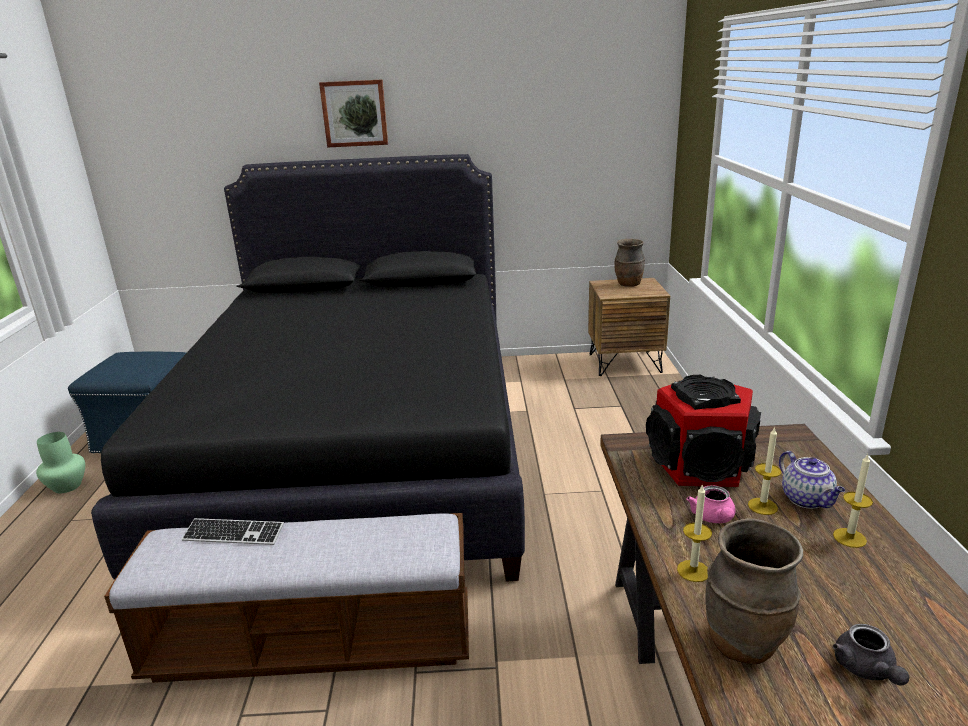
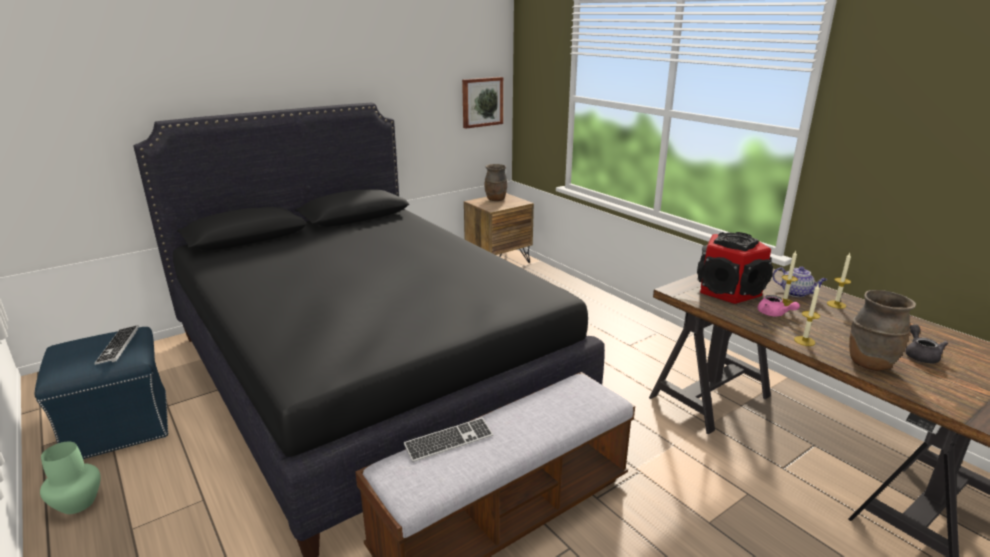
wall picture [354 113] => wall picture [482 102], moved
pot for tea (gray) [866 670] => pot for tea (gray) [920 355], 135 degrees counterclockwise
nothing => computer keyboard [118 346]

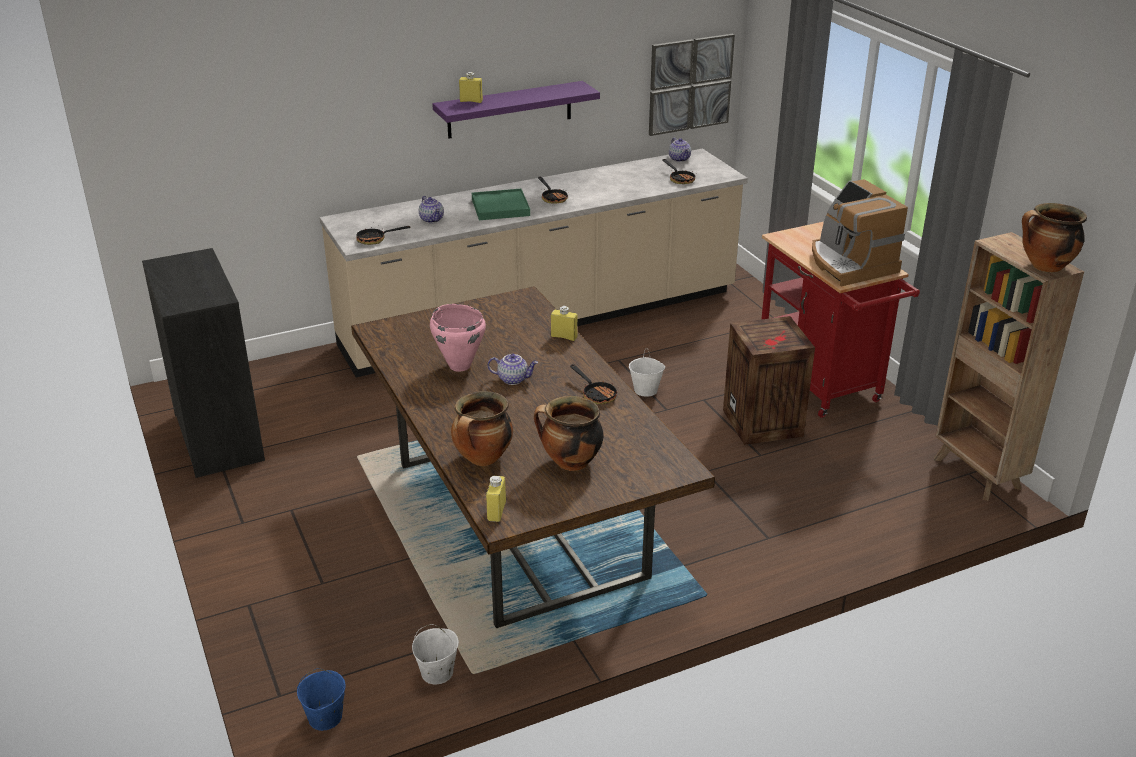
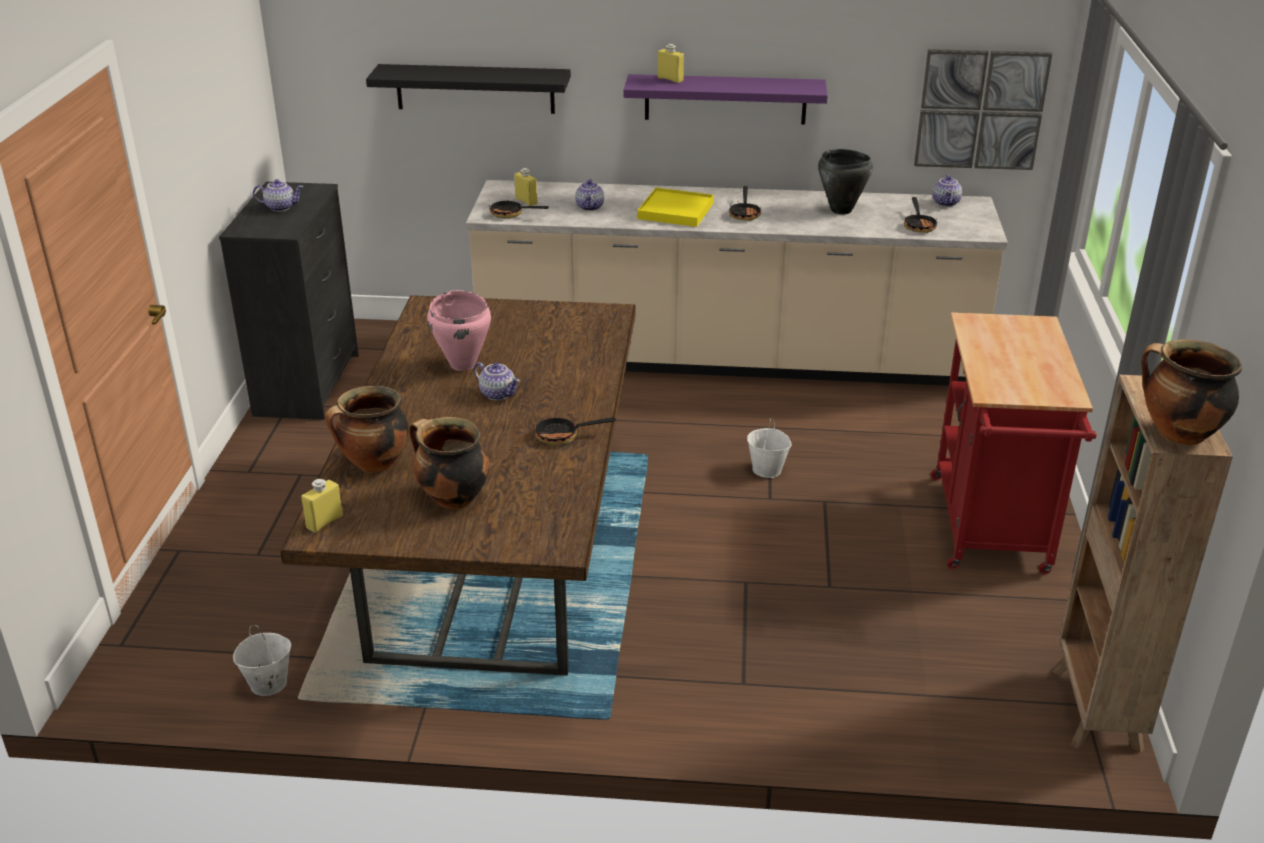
water bucket (blue) [325 718] => nothing
serving tray (greenish) [500 207] => serving tray (yellow) [676 211]
bottle (yellow) [564 337] => bottle (yellow) [526 201], moved
pan [596 394] => pan [563 436], 90 degrees clockwise
packing crate [764 423] => nothing
coffee maker [849 264] => nothing
nothing => pot for tea [281 207]
nothing => wall shelf (blackish) [475 88]
nothing => saucepot (blackish) [841 210]

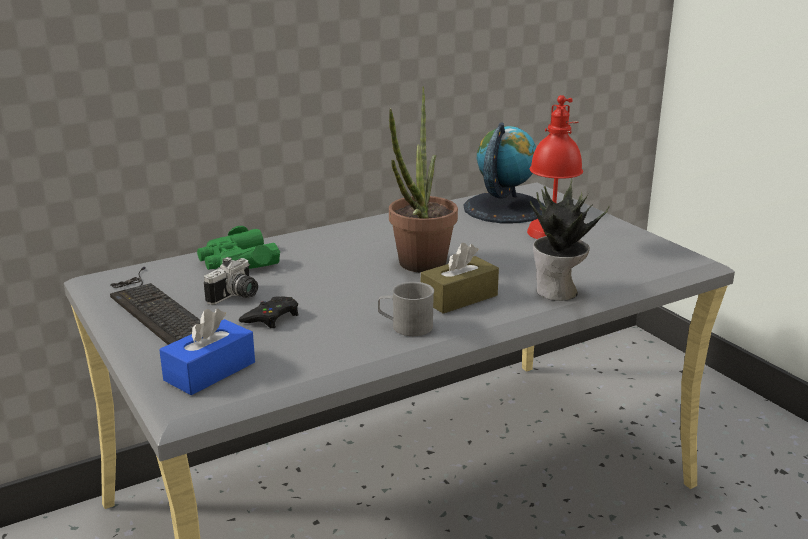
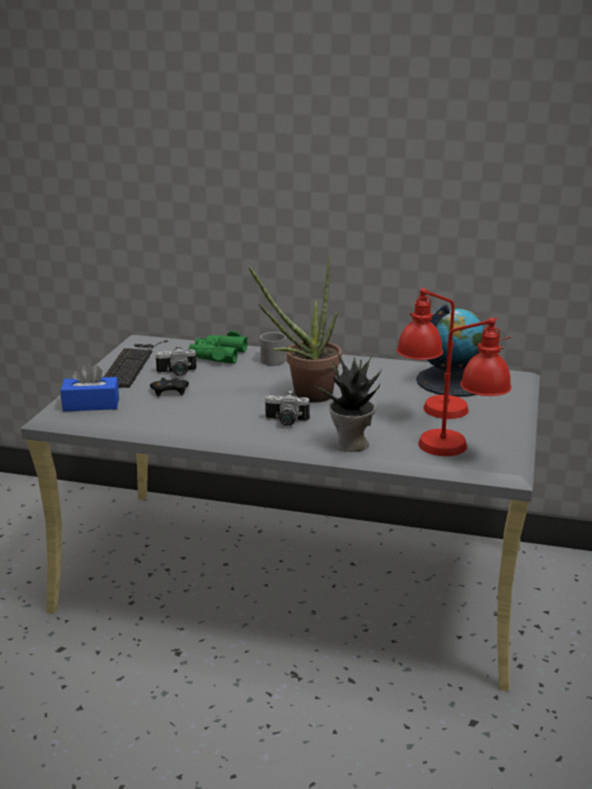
tea mug (gray) [405 326] => tea mug (gray) [270 359], moved
box of tissues (brown-coloured) [459 298] => still camera [285 422]
nothing => table lamp (red-coloured) [461 451]

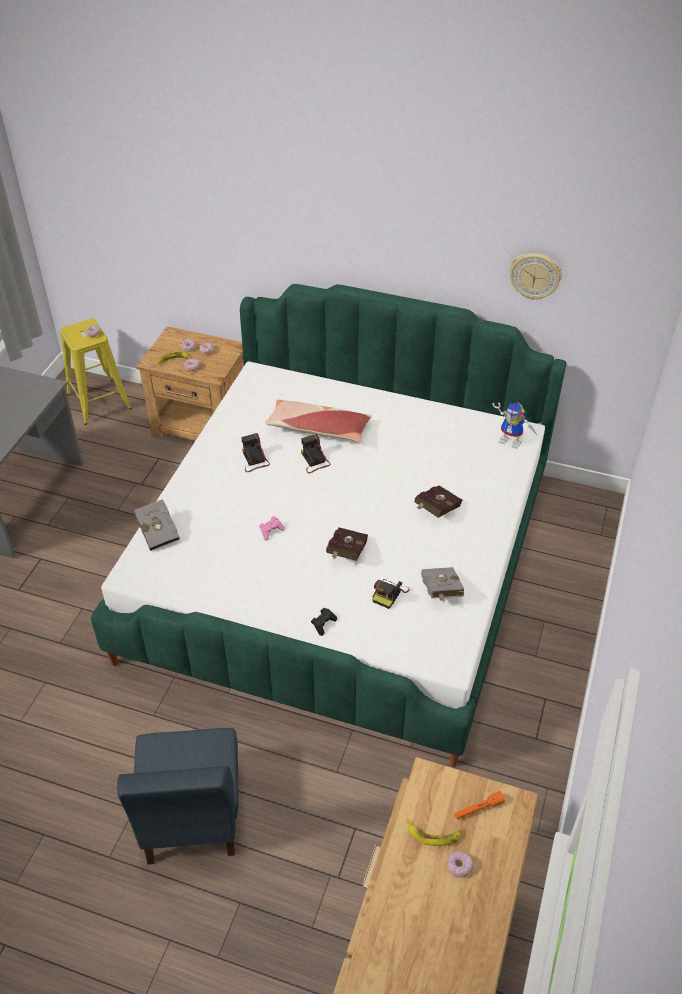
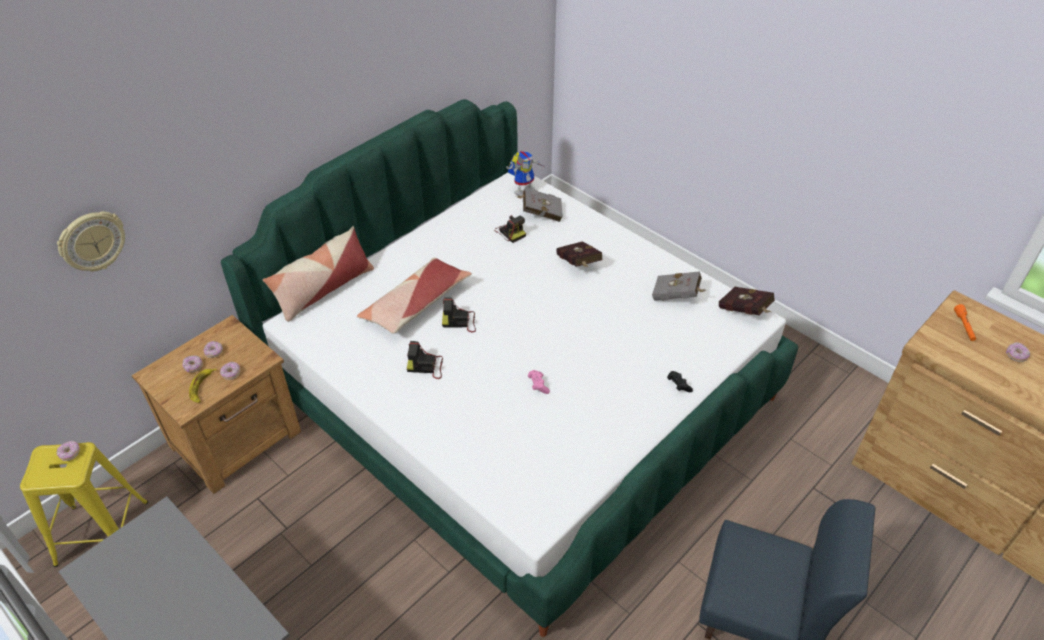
volume (gray) [158 531] => volume (gray) [540 213], moved
volume (red-coloured) [346 553] => volume (red-coloured) [745 311], moved
still camera [389 594] => still camera [510 232], moved
whole banana [434 834] => nothing
clock on the wall [535 275] => clock on the wall [92 241], moved
nothing => throw pillow [323 289]

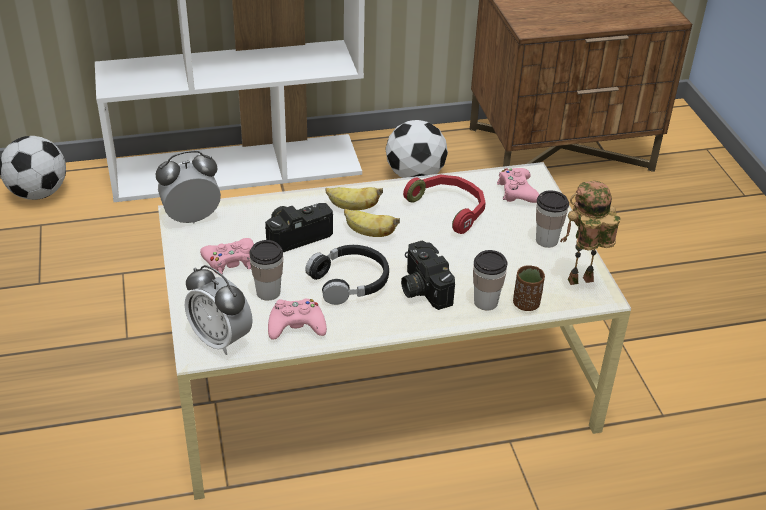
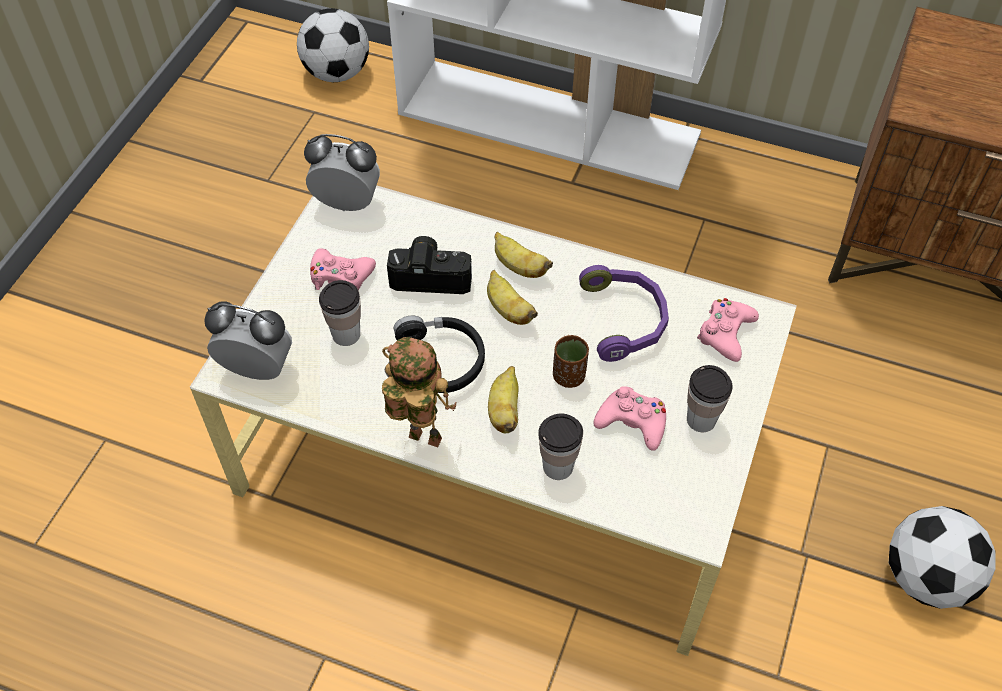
alarm clock [221 340] => alarm clock [257 369], 120 degrees clockwise
gamepad (pink) [296 326] => gamepad (pink) [632 422], moved
football ball [415 175] => football ball [926 577], moved
still camera [421 288] => whole banana [504 411]
pair of headphones (red-coloured) [450 208] => pair of headphones (purple) [625 319]
drinking cup (brown-coloured) [526 304] => drinking cup (brown-coloured) [569 376], moved
robot figure [579 283] => robot figure [421 440], moved

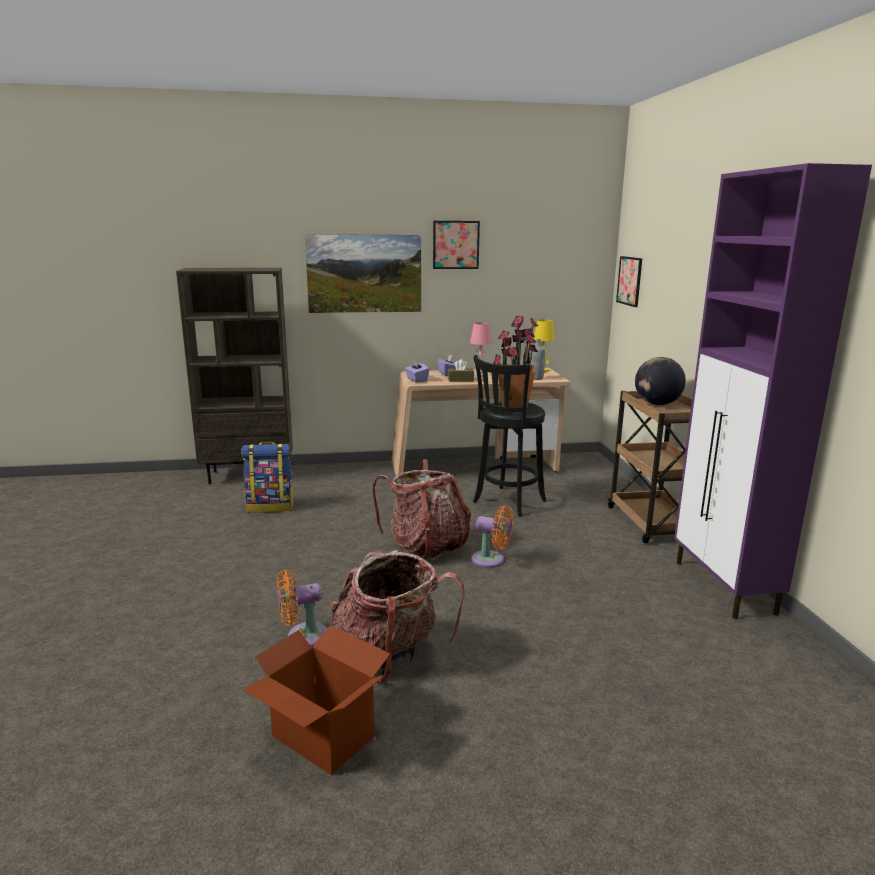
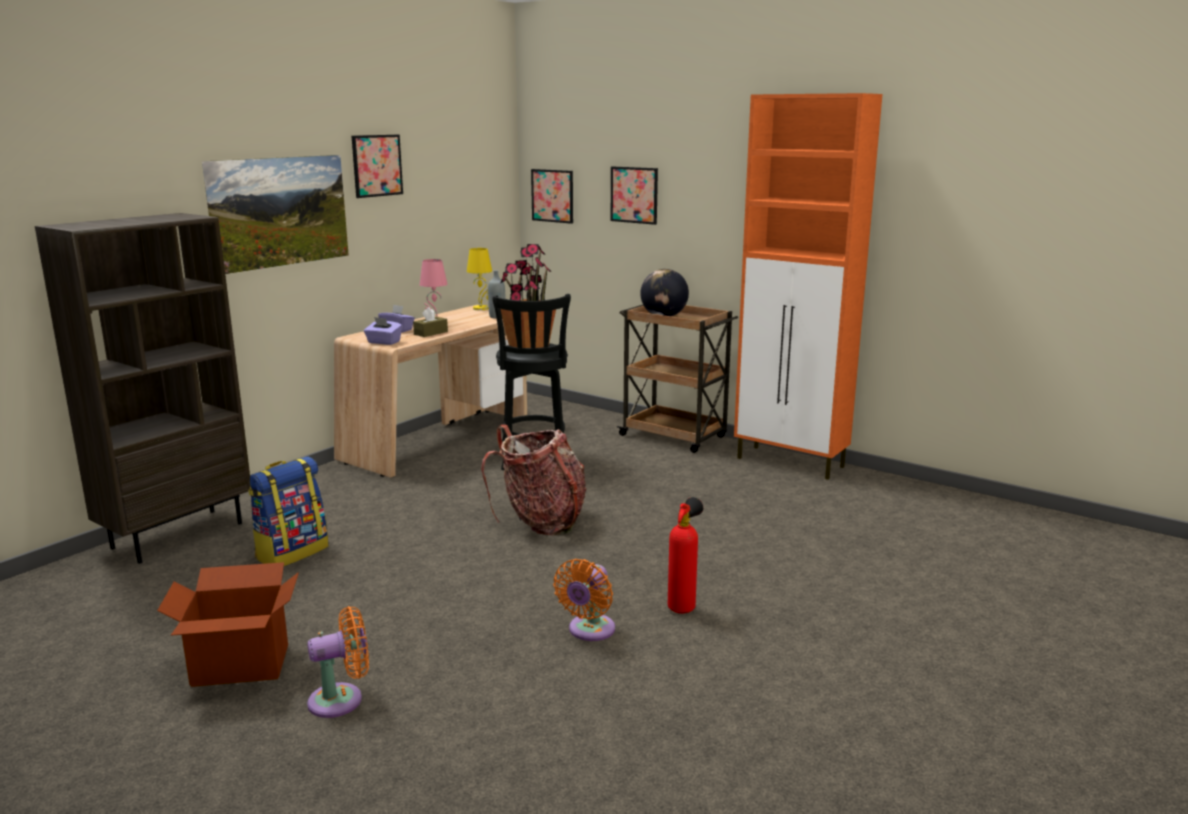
cardboard box [322 738] => cardboard box [240 666], moved
knapsack [390 656] => fire-fighting cylinder [683 606]
cooling fan (orangey) [491 560] => cooling fan (orangey) [341 699], moved
cupboard (purple) [724 588] => cupboard (orangey) [791 463]
nothing => wall picture [634 195]

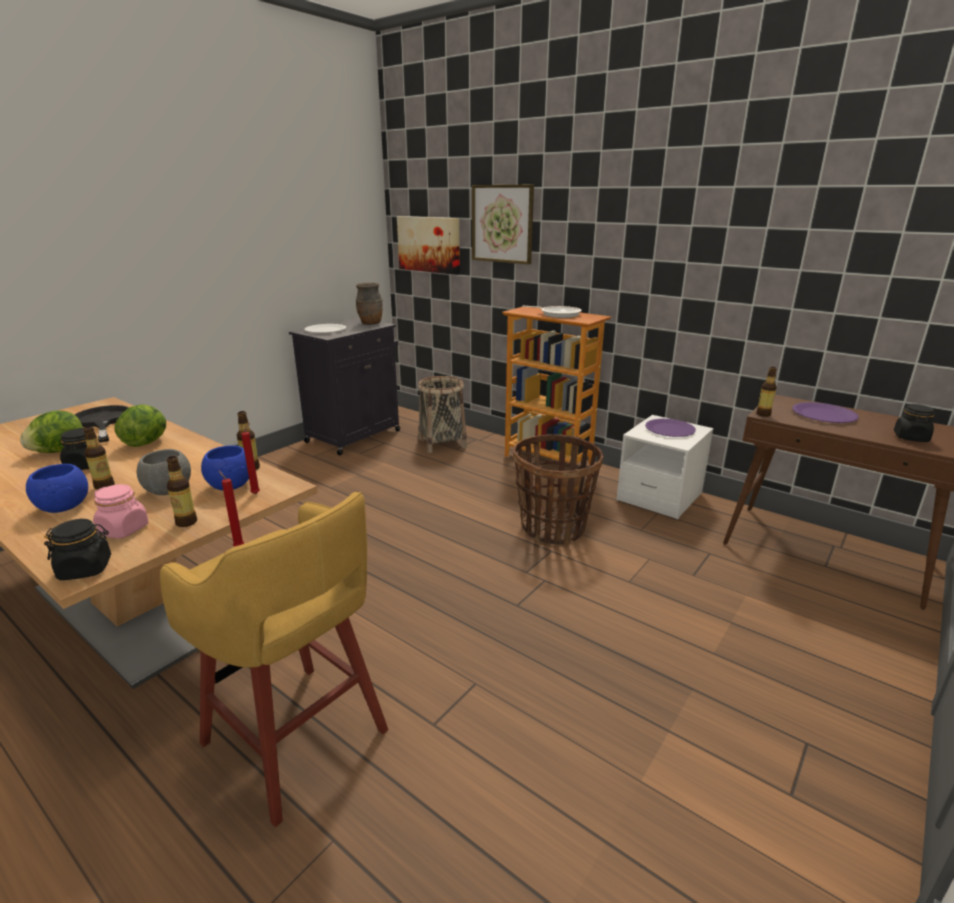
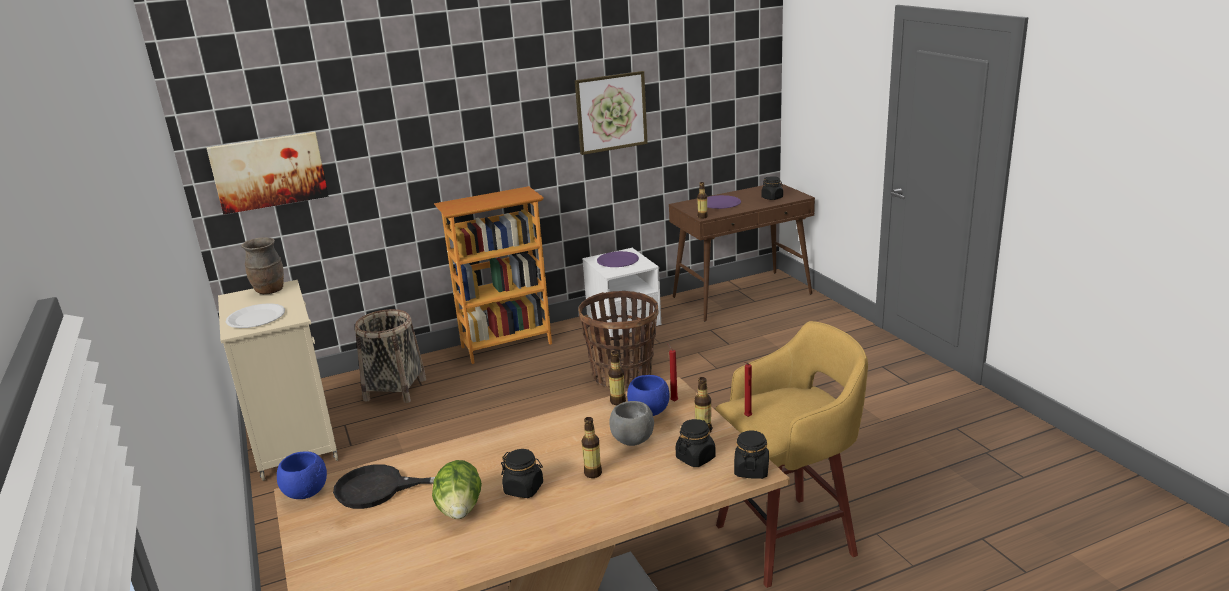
serving bowl (blue) [64 507] => serving bowl (blue) [305 492], moved
storage jar (pink) [124 530] => storage jar (blackish) [695 458]
lettuce [147 442] => nothing
cupboard (blackish) [355 436] => cupboard (beige-coloured) [294 441]
wall picture [502 224] => wall picture [611 112], moved
pan [558 314] => nothing

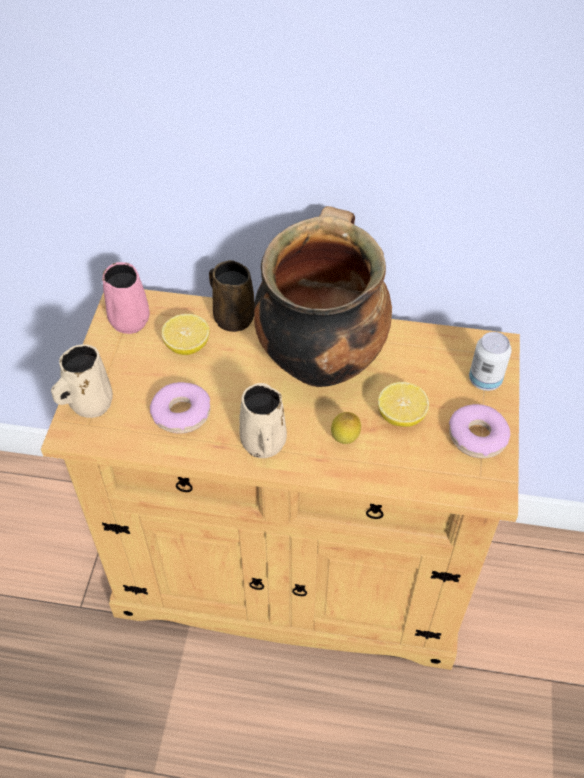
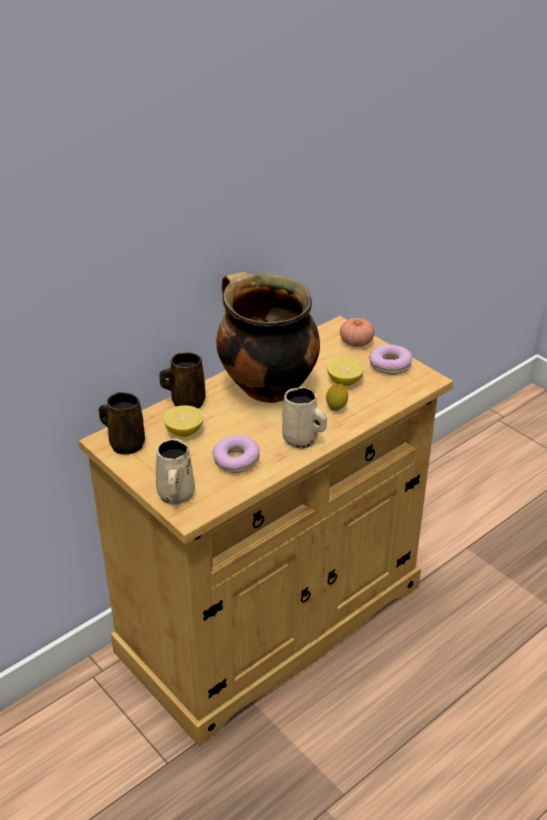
tea mug (pink) [129 318] => tea mug (brown-coloured) [125 444]
sealed can [485 380] => whole tomato [356 342]

